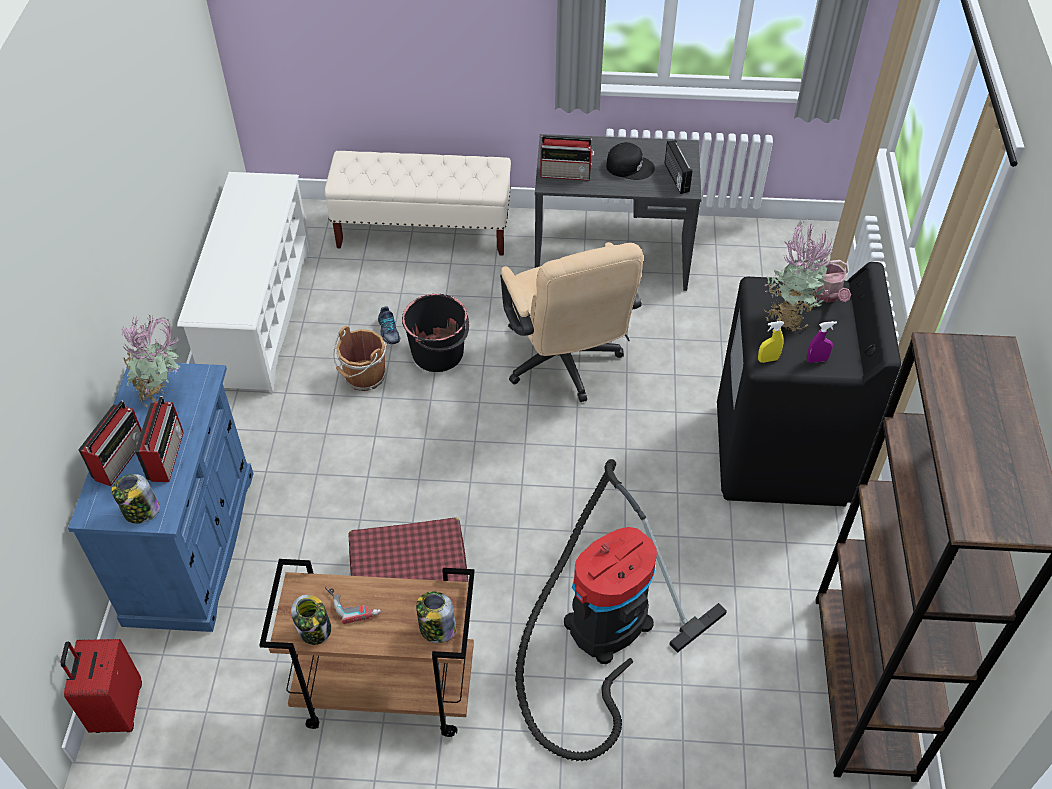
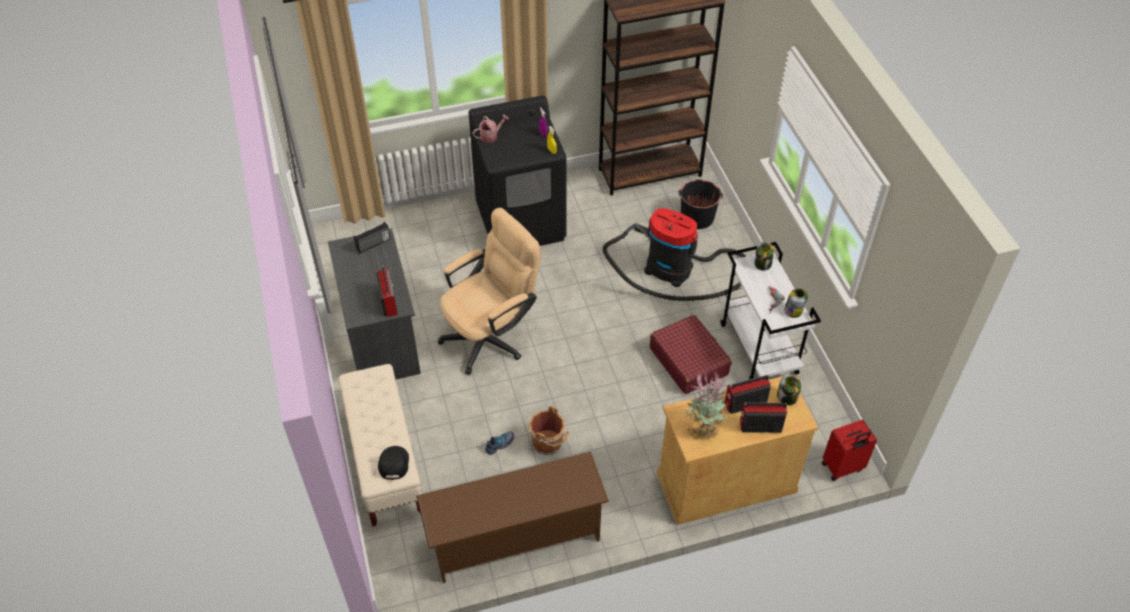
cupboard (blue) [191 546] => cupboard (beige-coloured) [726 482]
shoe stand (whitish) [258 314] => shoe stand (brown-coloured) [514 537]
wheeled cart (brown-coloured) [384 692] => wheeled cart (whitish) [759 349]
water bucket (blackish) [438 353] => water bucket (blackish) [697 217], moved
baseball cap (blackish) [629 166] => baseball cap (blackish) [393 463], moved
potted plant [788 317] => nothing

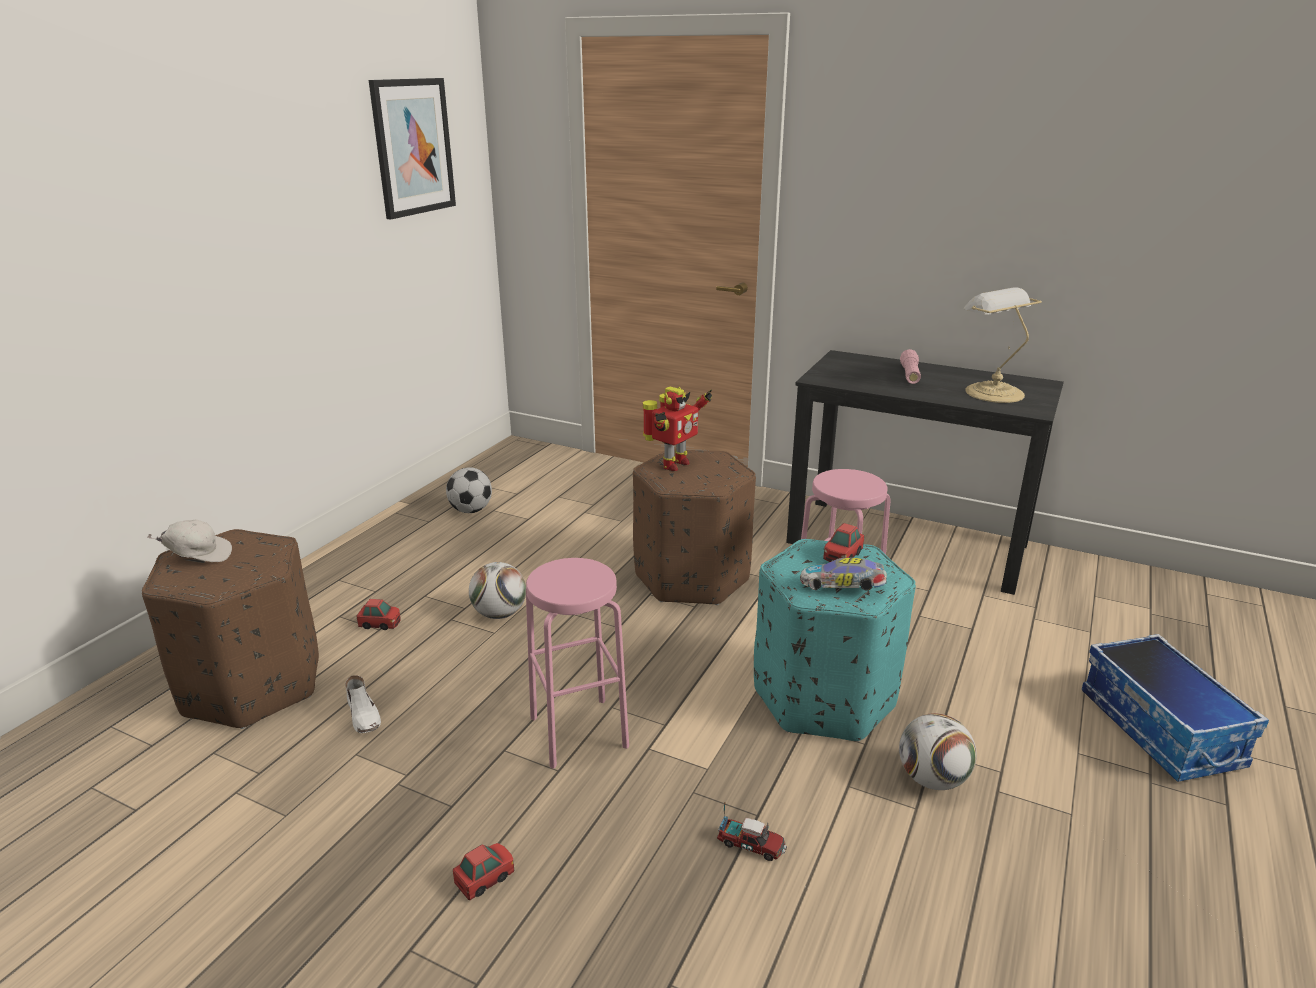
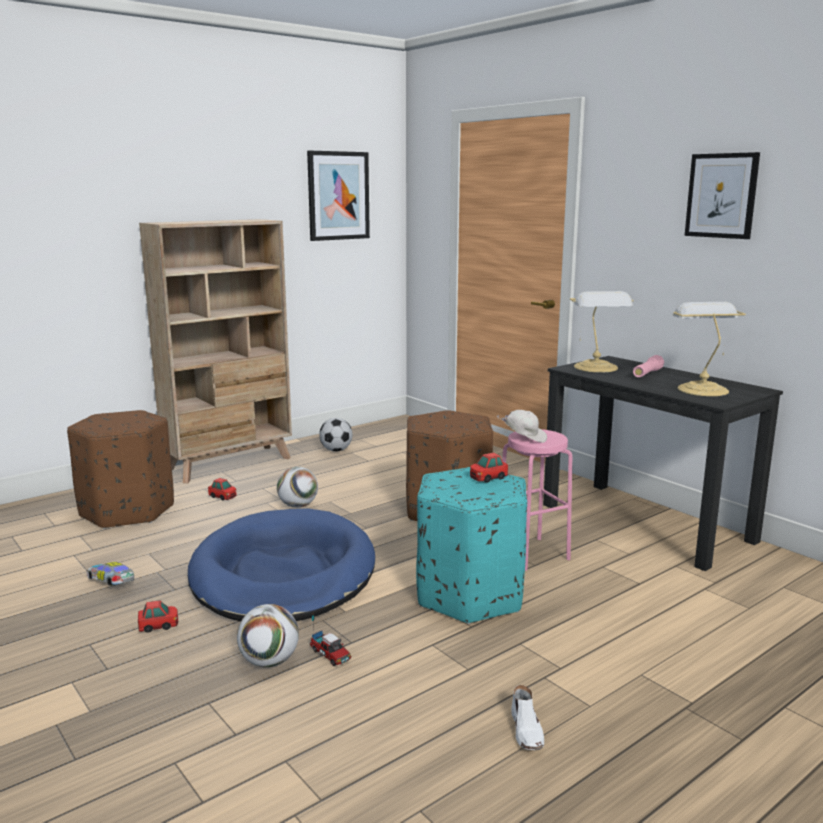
baseball cap (whitish) [199 556] => baseball cap (whitish) [524 438], moved
item of footwear (whitish) [364 716] => item of footwear (whitish) [527 731], moved
sitting stool (pink) [579 732] => pet bed (blue) [283 573]
robot figure [673 464] => nothing
model car [843 588] => model car [112 583], moved
football ball [932 779] => football ball [269 662], moved
storage container [1161 729] => nothing
nothing => bookcase (beige-coloured) [230 464]
nothing => table lamp [596 368]
nothing => wall picture [721 196]

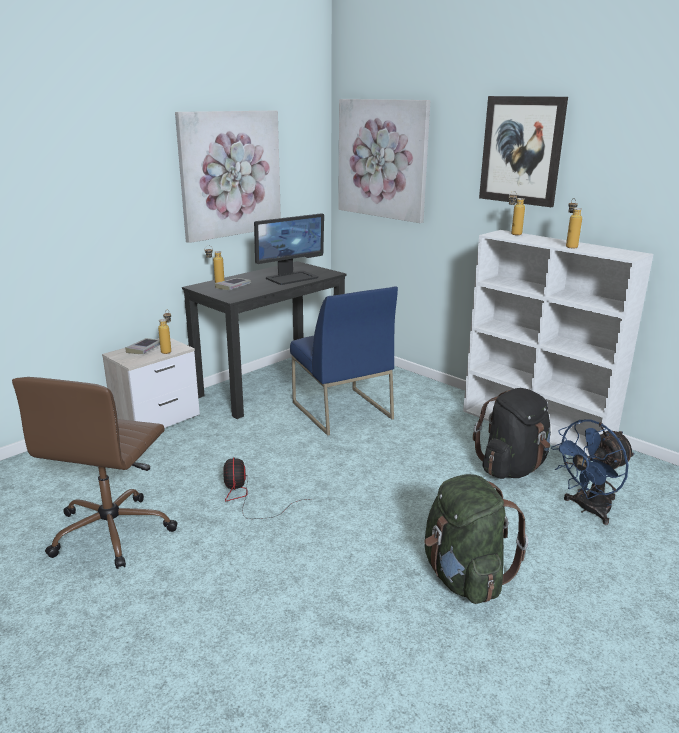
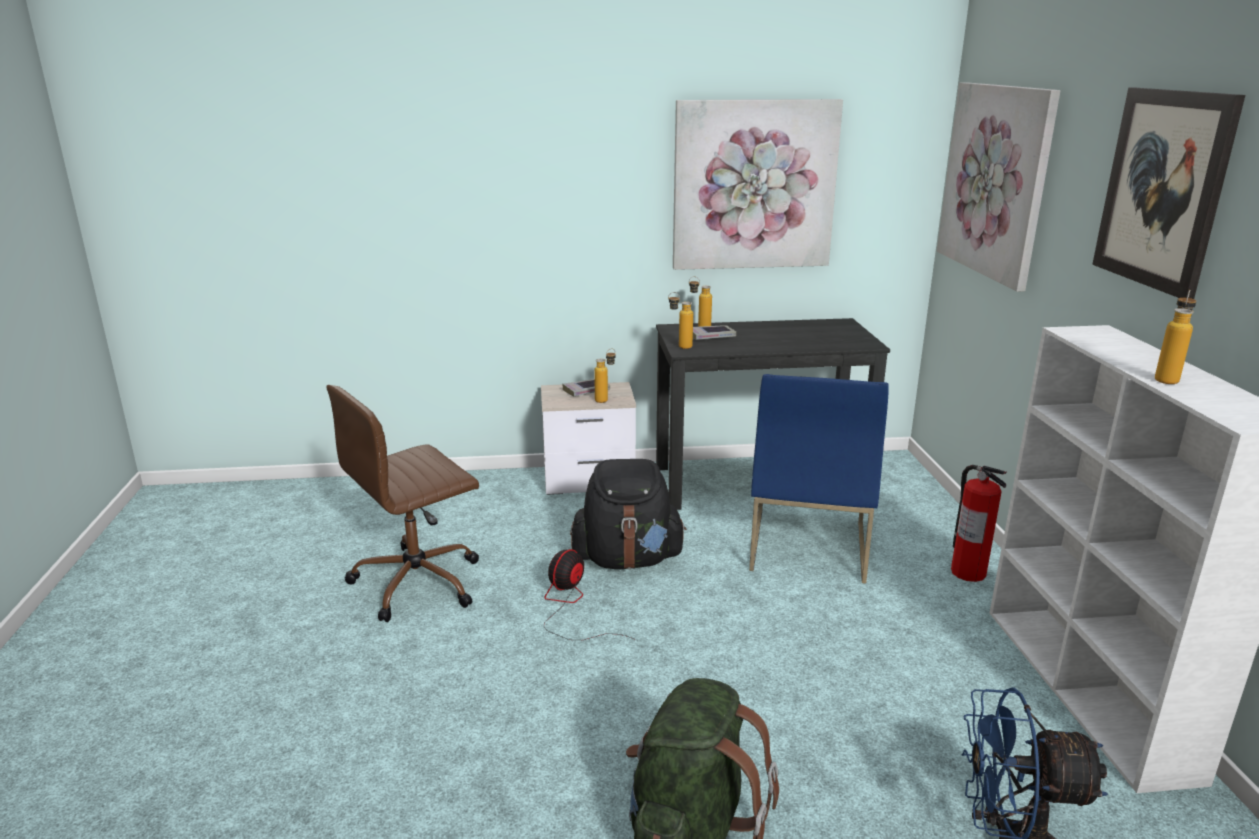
computer screen [291 278] => nothing
knapsack (blackish) [512 468] => knapsack (blackish) [627 560], moved
bottle [512 234] => bottle [679 346], moved
nothing => fire-fighting cylinder [967 572]

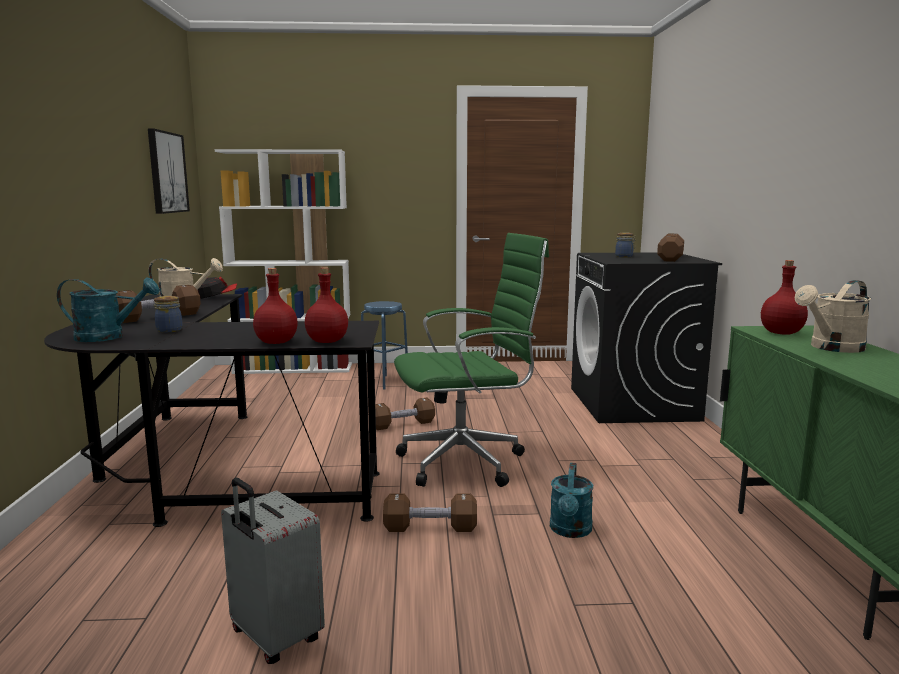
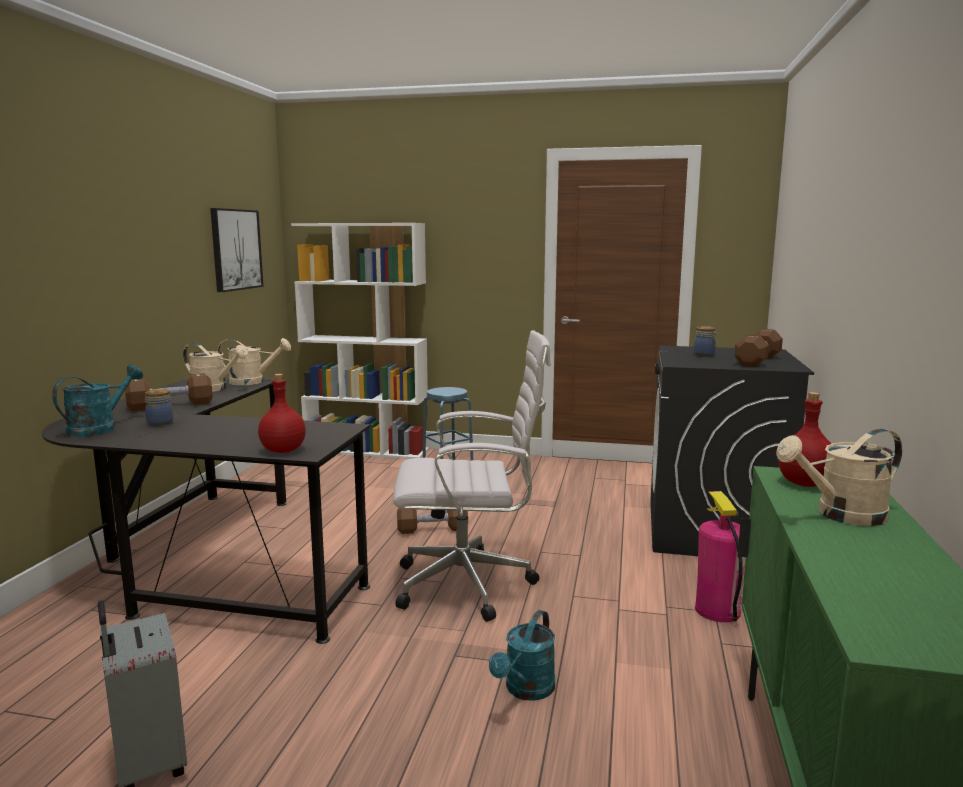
watering can (blue-green) [108 337] => watering can (blue-green) [99 428], 75 degrees counterclockwise
baseball cap [216 297] => watering can (beige-coloured) [253 382]
bottle (red-coloured) [276 342] => nothing
hand weight (brown-coloured) [430 528] => nothing
computer chair (greenish) [467 462] => computer chair (whitish) [470 585]
nothing => fire-fighting cylinder [717 610]

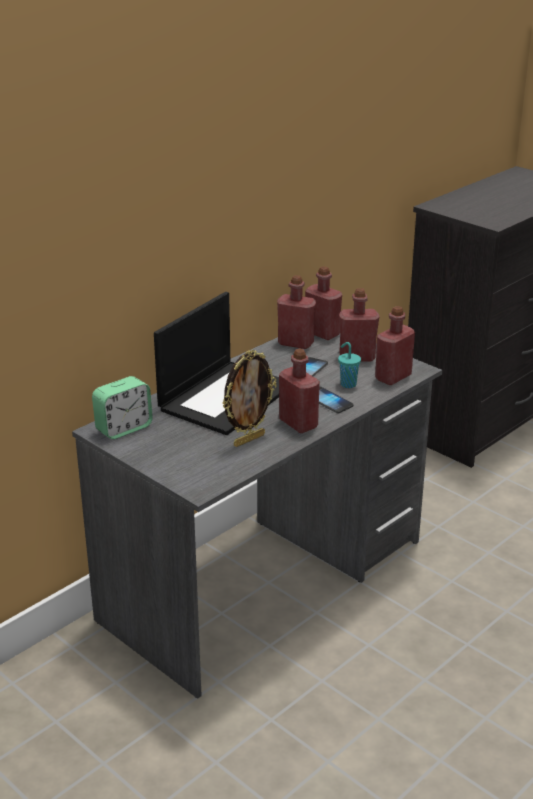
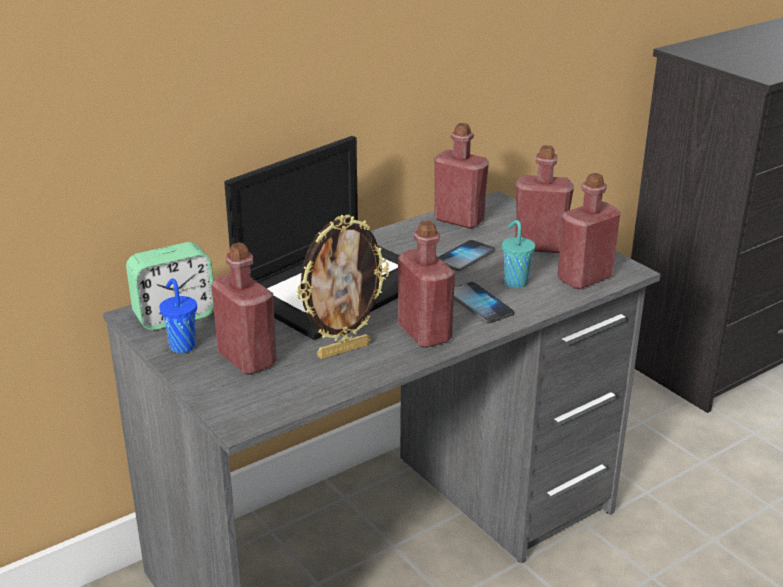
bottle (red-coloured) [322 333] => bottle (red-coloured) [247 359], moved
nothing => drinking cup (blue) [182 346]

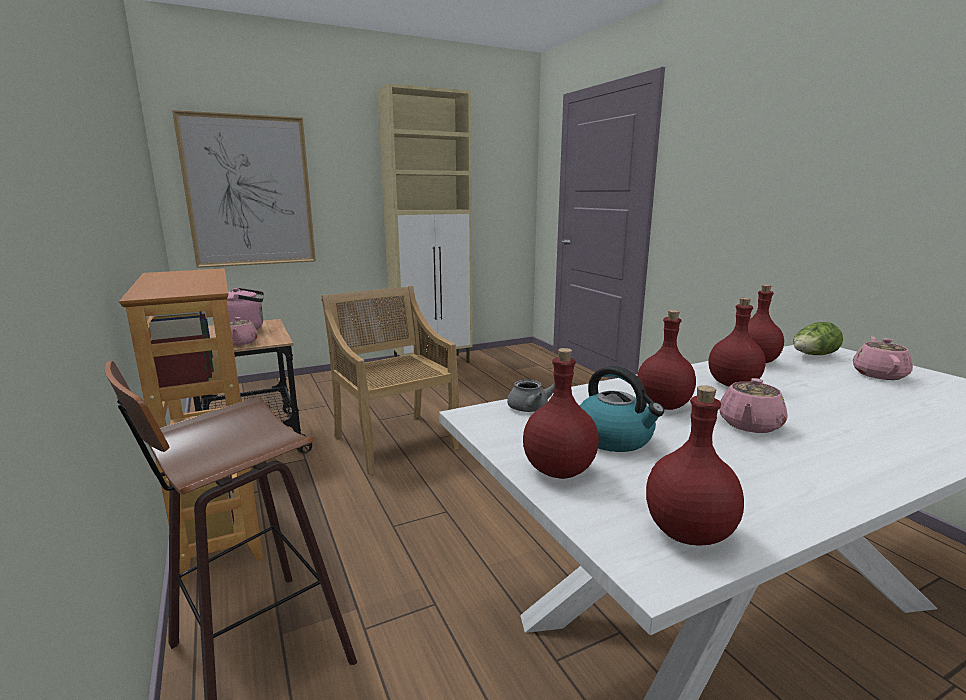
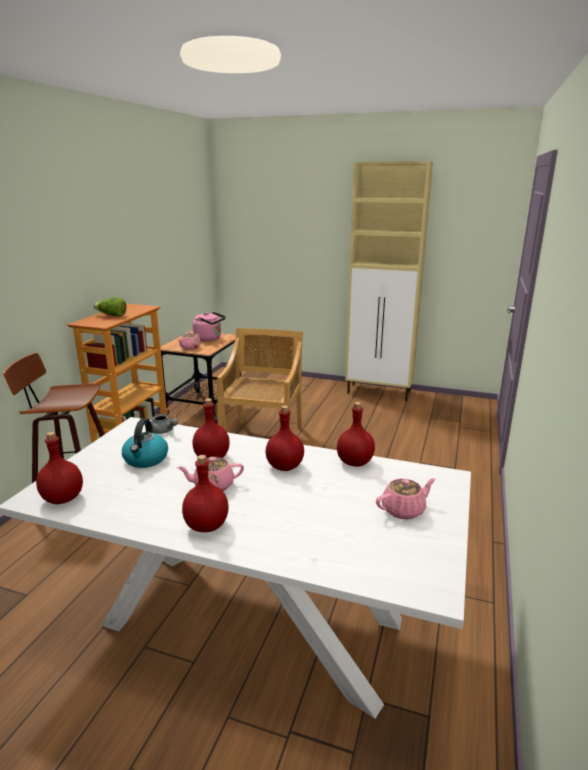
wall picture [249 192] => nothing
bottle (red-coloured) [559 471] => bottle (red-coloured) [206 526], moved
lettuce [813 356] => lettuce [111 315], moved

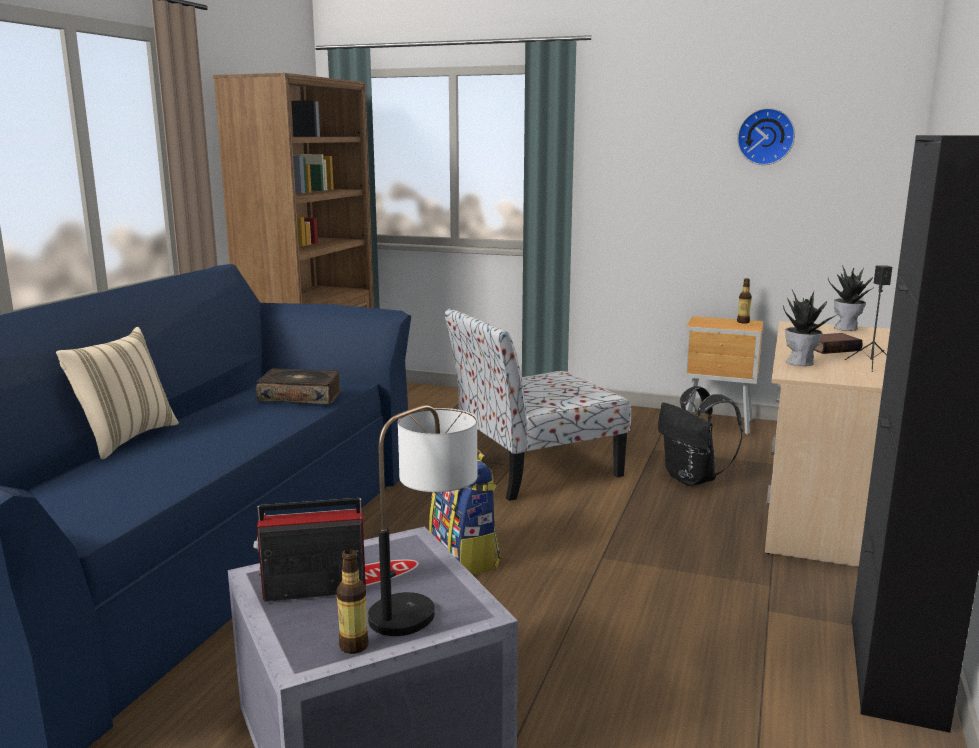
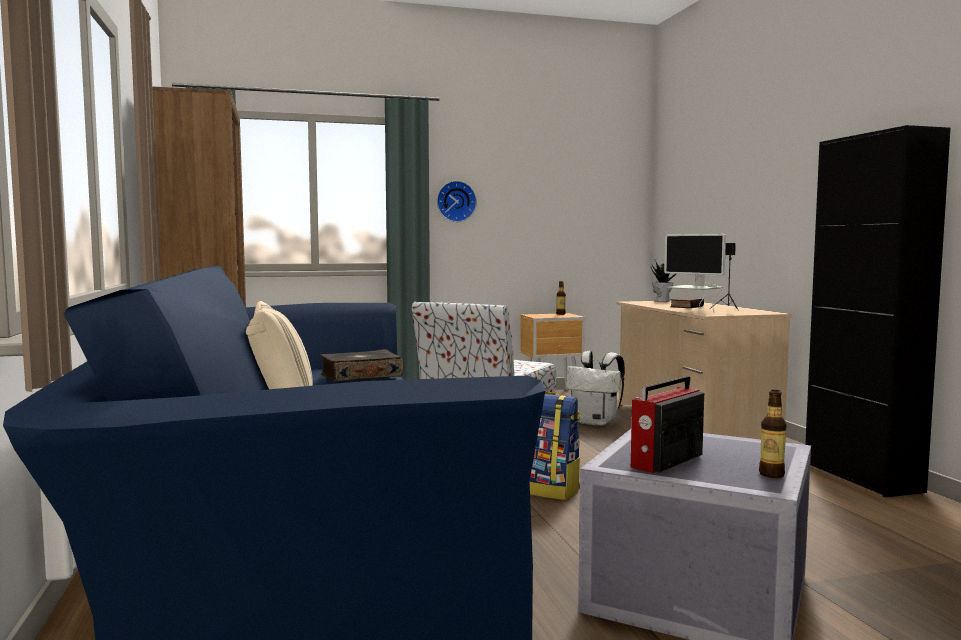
table lamp [425 602] => nothing
knapsack (blackish) [693 479] => knapsack (whitish) [596 422]
clock on the wall [766 136] => clock on the wall [456 201], moved
potted plant [801 362] => computer screen [694 311]

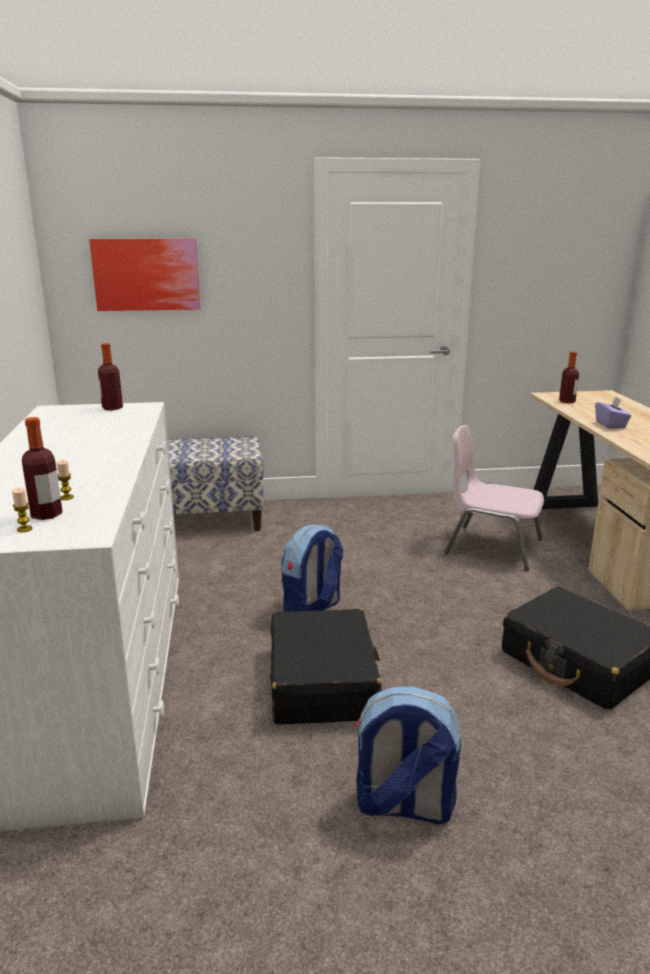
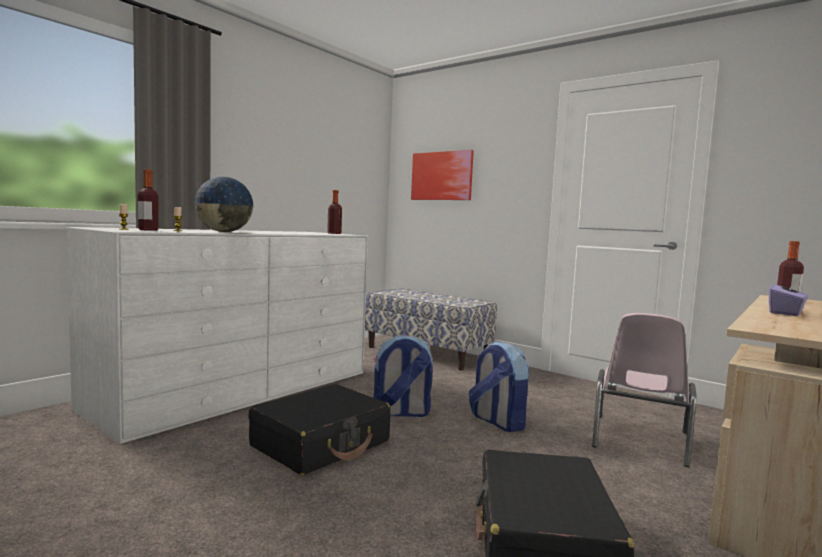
knapsack [403 806] => knapsack [497 422], moved
plain chair (pink) [492 546] => plain chair (pink) [639 440], 135 degrees counterclockwise
nothing => world globe [224 232]

